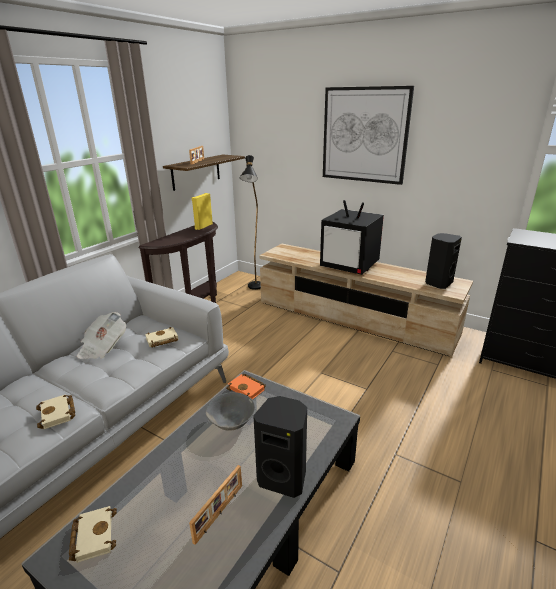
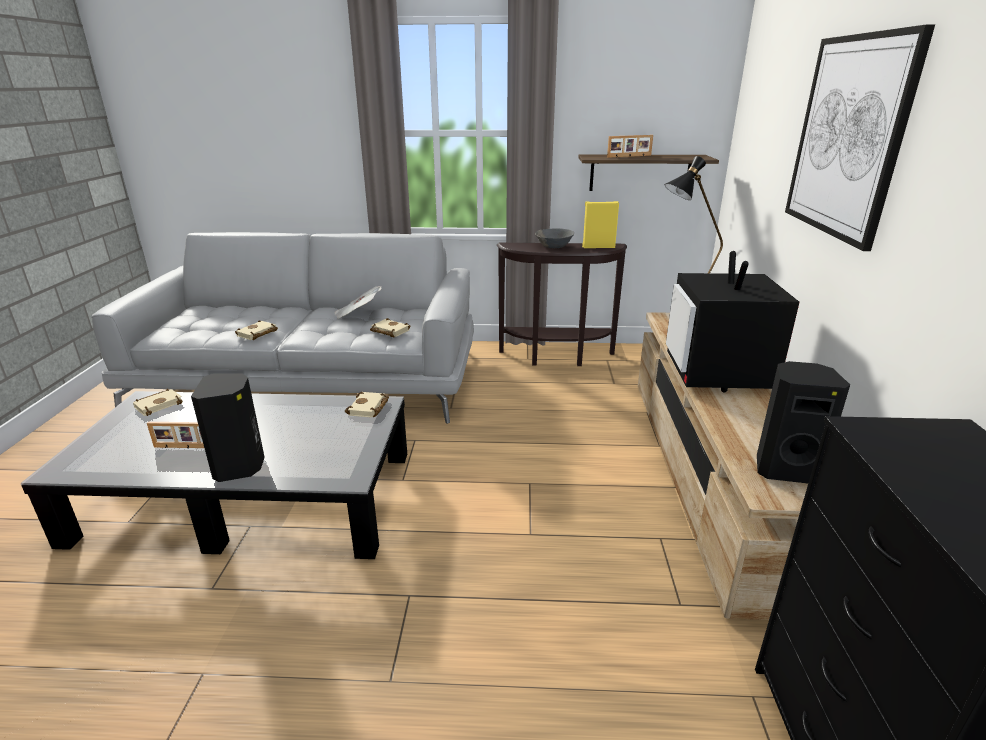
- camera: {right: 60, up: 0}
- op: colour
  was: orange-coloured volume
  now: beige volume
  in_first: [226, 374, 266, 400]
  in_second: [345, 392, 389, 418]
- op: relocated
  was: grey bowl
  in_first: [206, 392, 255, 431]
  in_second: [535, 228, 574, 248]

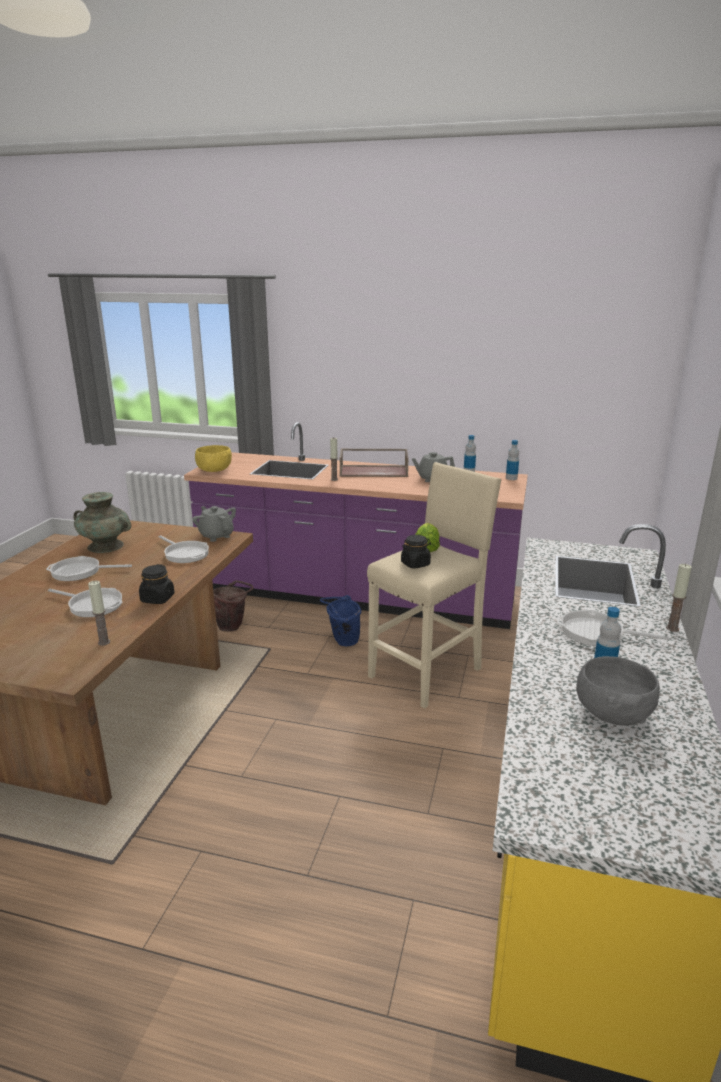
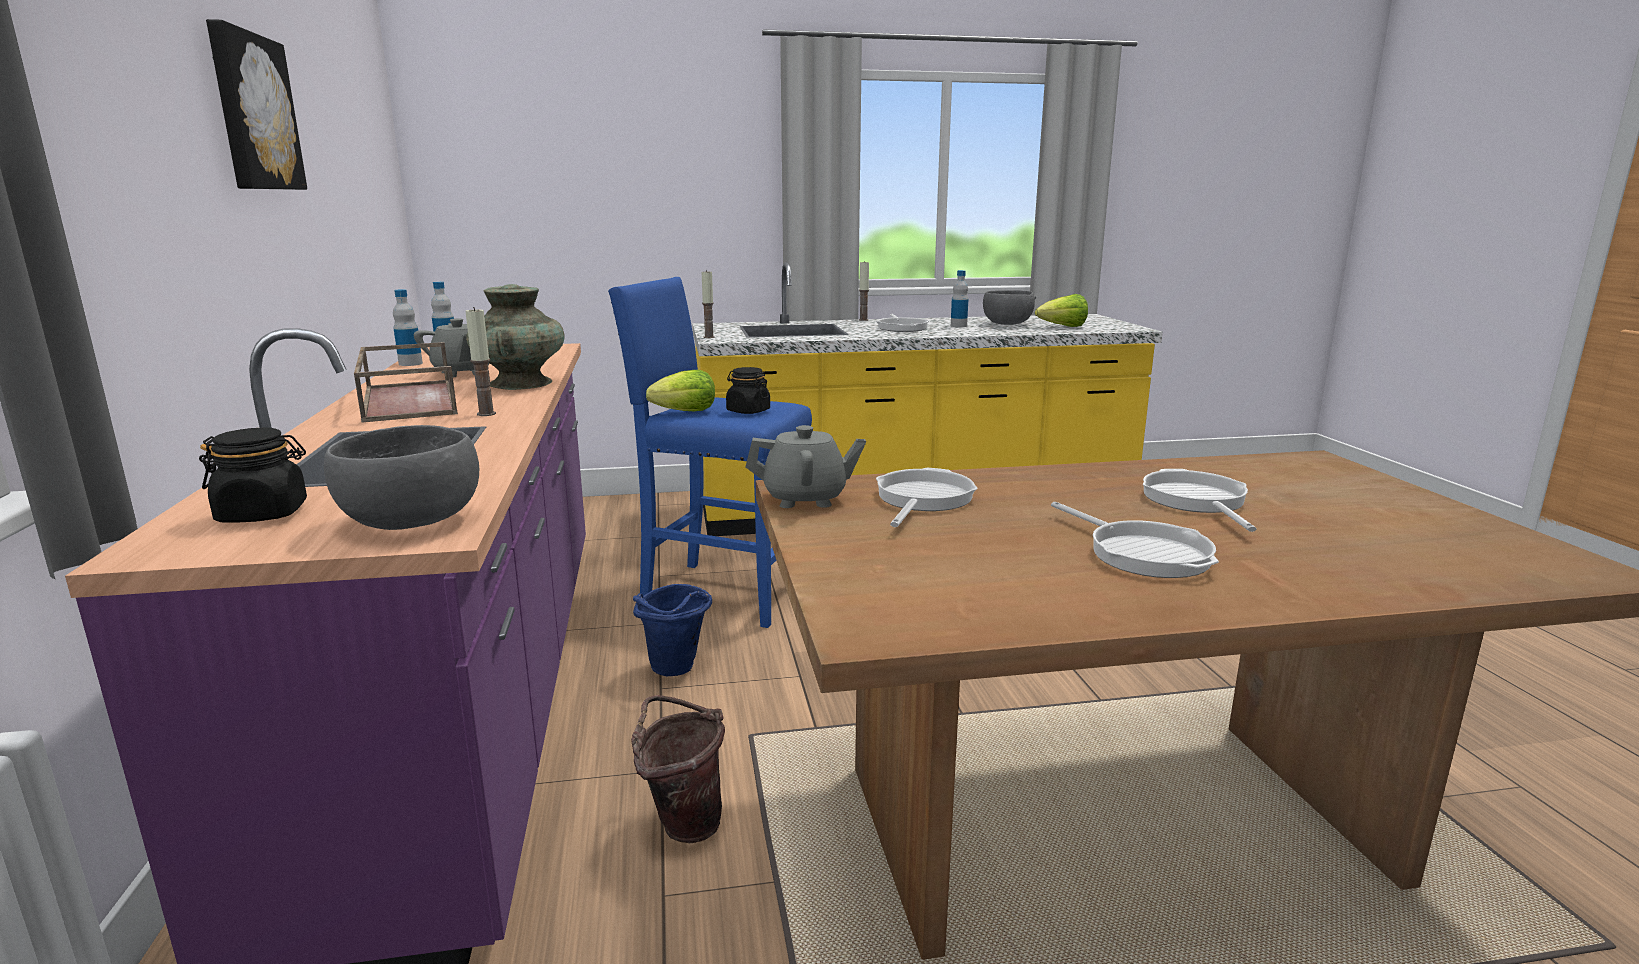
- camera: {right: -115, up: -5}
- op: colour
  was: yellowish bowl
  now: grey bowl
  in_first: [195, 445, 232, 472]
  in_second: [324, 425, 479, 530]
- op: colour
  was: beige sitting stool
  now: bluish sitting stool
  in_first: [367, 462, 501, 709]
  in_second: [608, 277, 812, 628]
- op: relocated
  was: blue-green flower vase
  in_first: [73, 492, 132, 553]
  in_second: [466, 284, 565, 390]
- op: spun
  was: grey pot for tea
  in_first: [192, 506, 236, 542]
  in_second: [746, 425, 866, 508]
  clockwise: -120
- op: relocated
  was: black storage jar
  in_first: [139, 564, 175, 604]
  in_second: [199, 428, 307, 523]
- op: relocated
  was: candle
  in_first: [88, 581, 110, 646]
  in_second: [702, 270, 715, 338]
- op: appeared
  now: picture
  in_second: [206, 19, 307, 190]
- op: appeared
  now: lettuce head
  in_second: [1035, 294, 1088, 327]

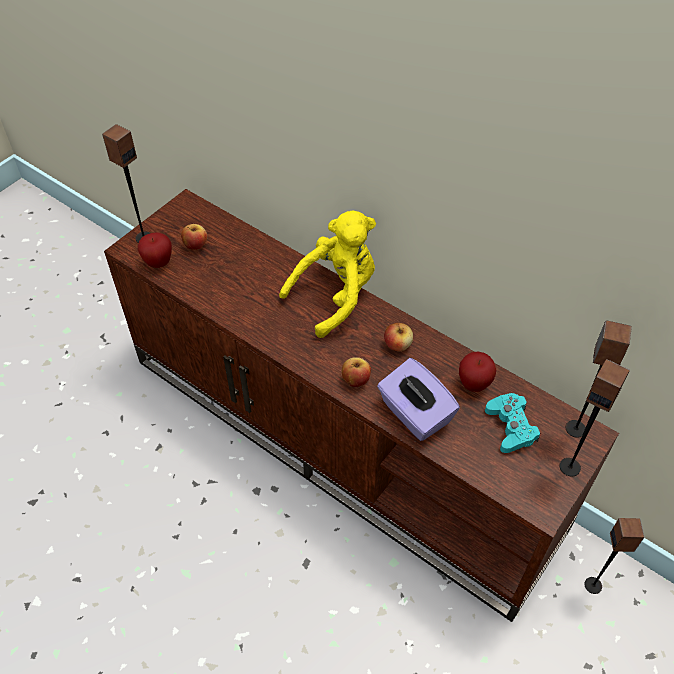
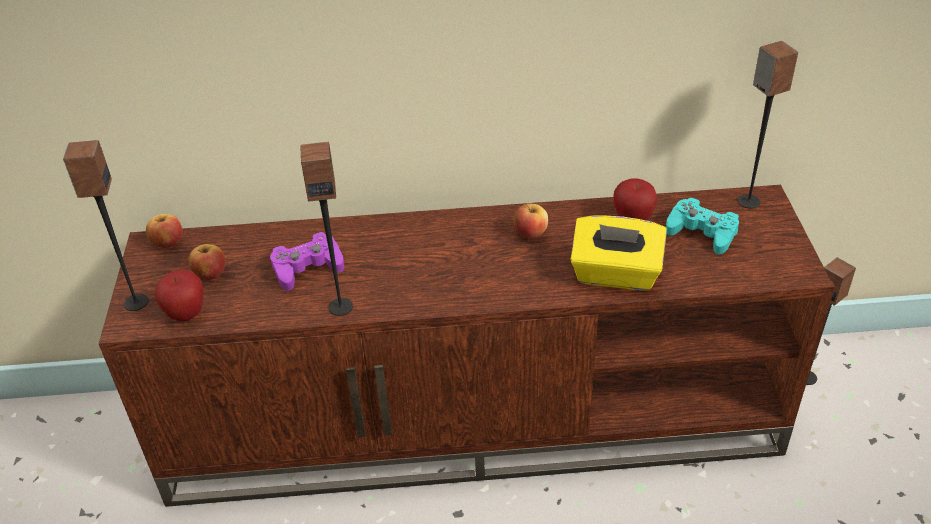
- camera: {right: -40, up: -10}
- op: missing
  was: yellowish soft toy
  in_first: [279, 210, 376, 338]
- op: relocated
  was: whole apple
  in_first: [342, 357, 371, 387]
  in_second: [146, 214, 182, 248]
- op: colour
  was: purplish tissue holder
  now: yellowish tissue holder
  in_first: [377, 358, 460, 441]
  in_second: [570, 216, 667, 291]
- op: relocated
  was: loudspeaker
  in_first: [559, 359, 630, 477]
  in_second: [300, 142, 353, 316]
- op: appeared
  now: purplish game controller
  in_second: [270, 232, 344, 291]

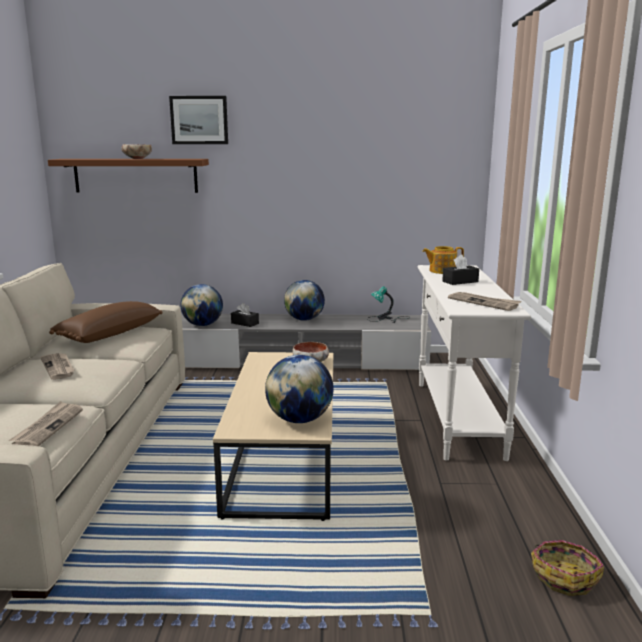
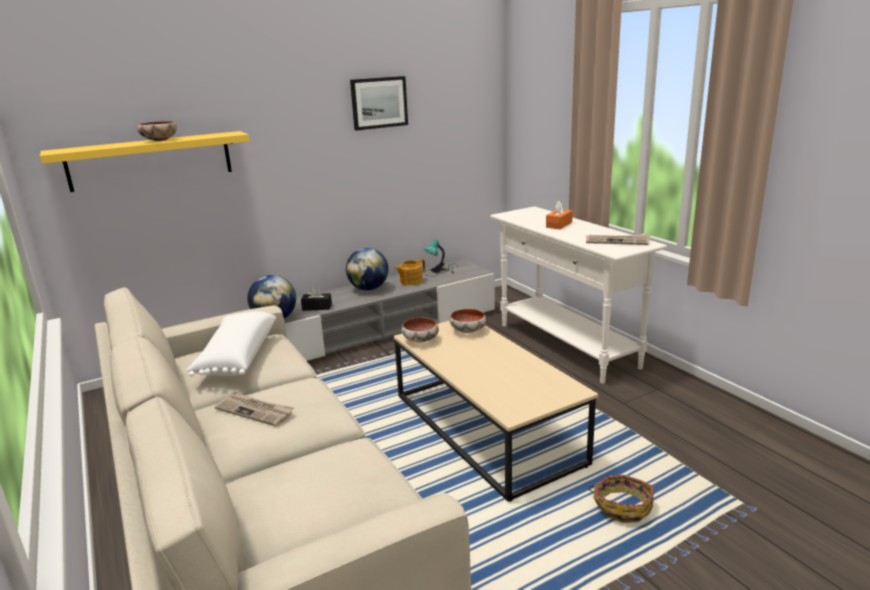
- camera: {right: -30, up: 5}
- op: relocated
  was: picture
  in_first: [169, 96, 228, 144]
  in_second: [350, 76, 408, 131]
- op: colour
  was: brown-coloured wall shelf
  now: yellowish wall shelf
  in_first: [48, 159, 209, 193]
  in_second: [40, 131, 250, 192]
- op: relocated
  was: pot for tea
  in_first: [422, 246, 464, 274]
  in_second: [395, 259, 425, 285]
- op: colour
  was: black tissue holder
  now: orange-coloured tissue holder
  in_first: [442, 255, 479, 285]
  in_second: [546, 201, 573, 229]
- op: colour
  was: brown-coloured pillow
  now: white pillow
  in_first: [49, 301, 163, 343]
  in_second: [186, 311, 276, 377]
- op: missing
  was: globe
  in_first: [265, 355, 334, 423]
- op: missing
  was: printed paper
  in_first: [9, 401, 83, 446]
- op: relocated
  was: storage basket
  in_first: [531, 540, 604, 596]
  in_second: [588, 475, 654, 523]
- op: appeared
  now: bowl
  in_second: [402, 317, 439, 342]

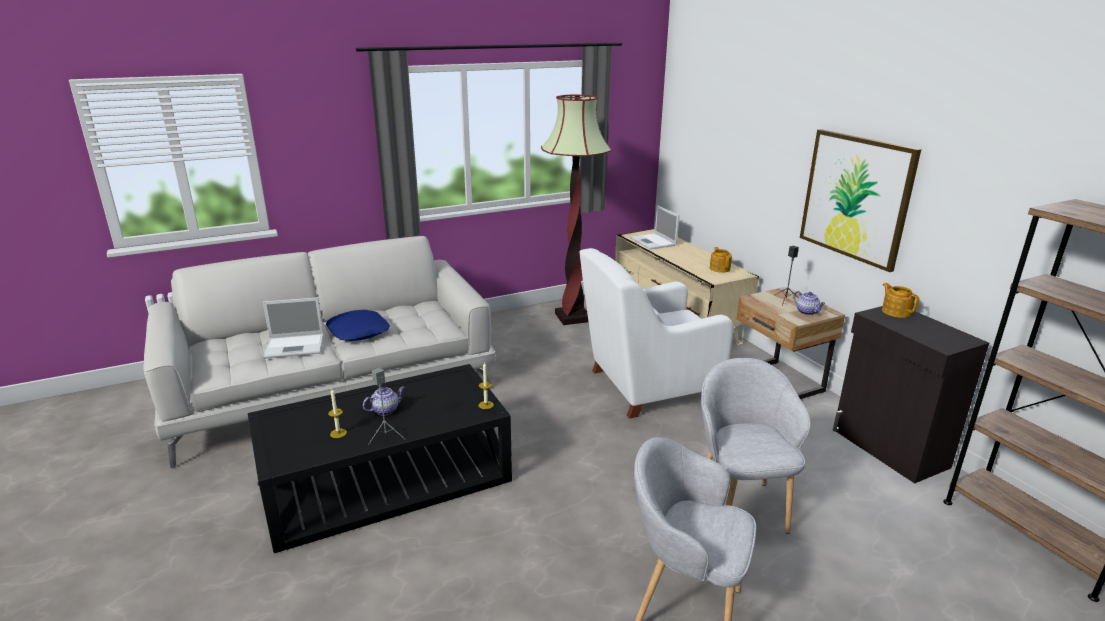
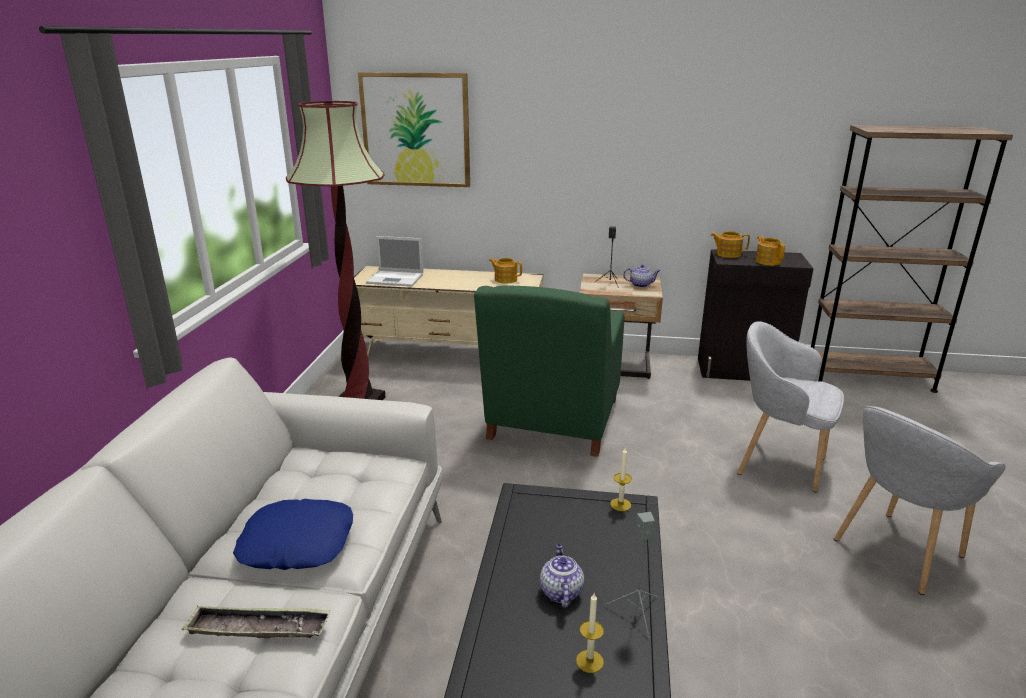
- camera: {right: -55, up: 0}
- op: relocated
  was: picture
  in_first: [800, 129, 921, 272]
  in_second: [358, 72, 470, 187]
- op: colour
  was: white easy chair
  now: green easy chair
  in_first: [579, 248, 733, 418]
  in_second: [474, 286, 624, 457]
- op: exchanged
  was: notebook computer
  now: carrying tray
  in_first: [263, 297, 324, 359]
  in_second: [182, 605, 331, 638]
- op: appeared
  now: pot for tea
  in_second: [755, 236, 785, 265]

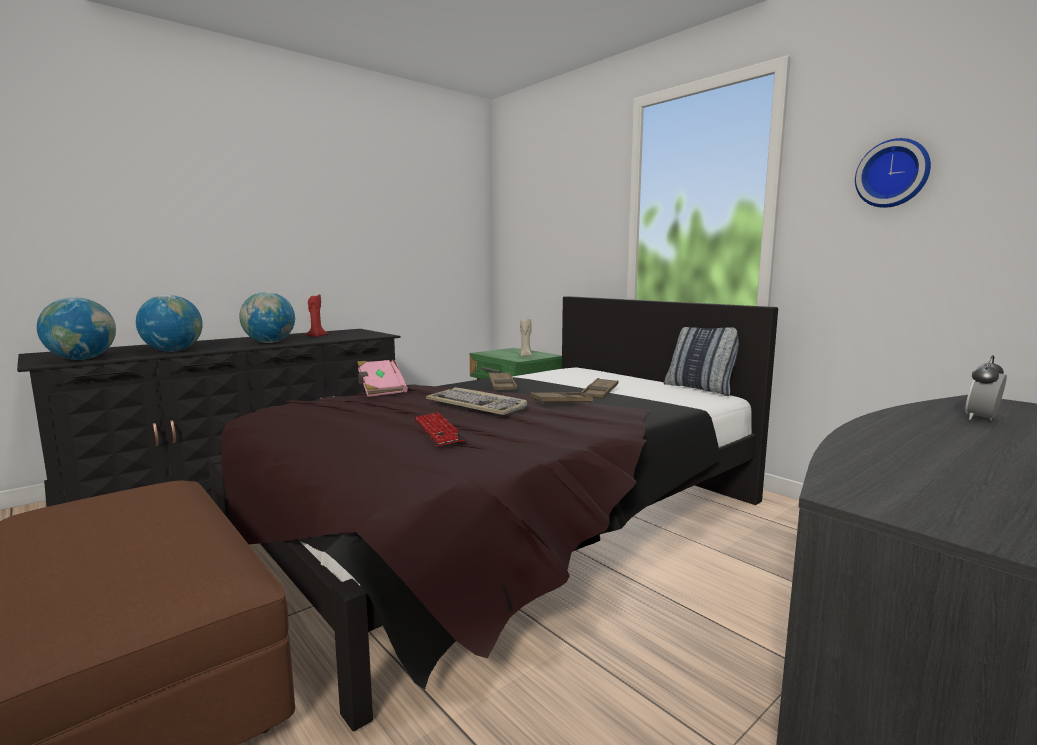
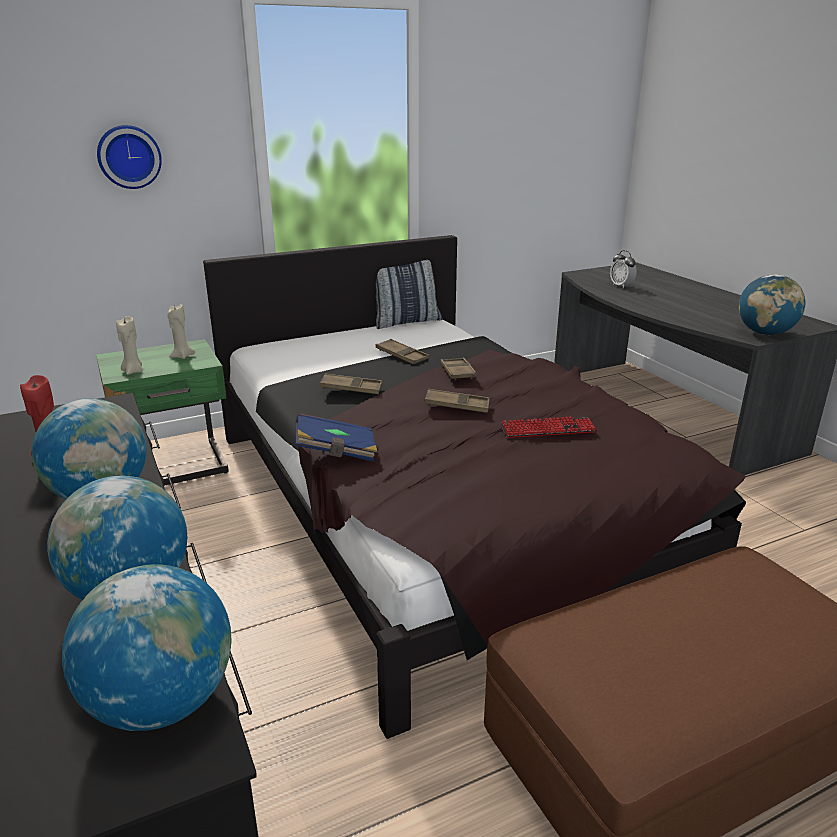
- camera: {right: -75, up: 15}
- op: relocated
  was: wall clock
  in_first: [855, 138, 931, 208]
  in_second: [97, 125, 162, 189]
- op: colour
  was: pink-coloured volume
  now: bluish volume
  in_first: [357, 360, 408, 397]
  in_second: [295, 413, 377, 462]
- op: exchanged
  was: keyboard
  now: brown-coloured carrying tray
  in_first: [426, 387, 527, 415]
  in_second: [424, 389, 490, 413]
- op: appeared
  now: globe
  in_second: [739, 274, 805, 335]
- op: appeared
  now: beige candle
  in_second: [116, 316, 143, 375]

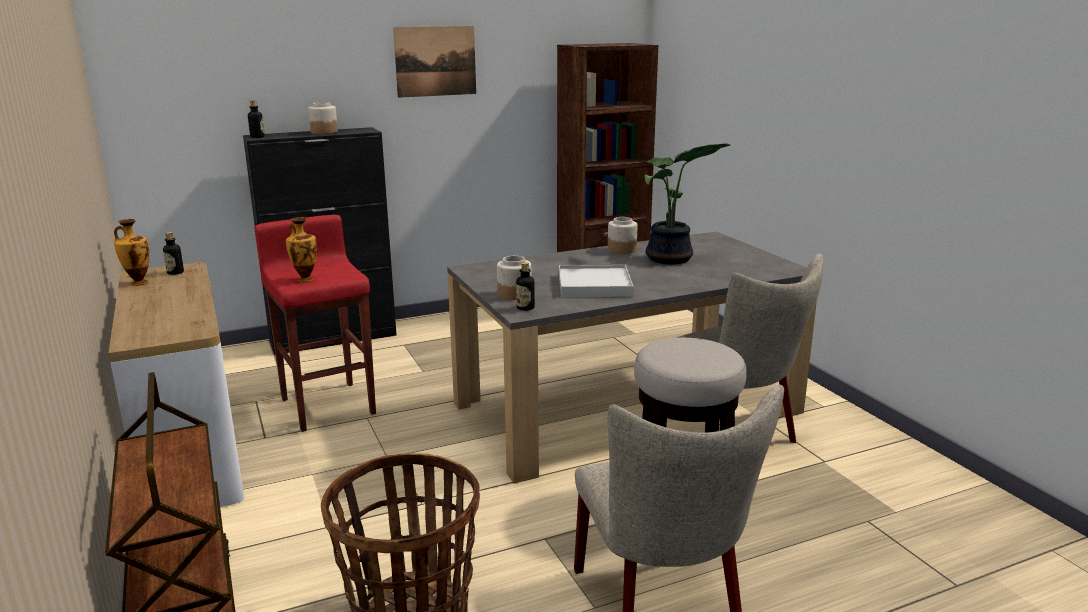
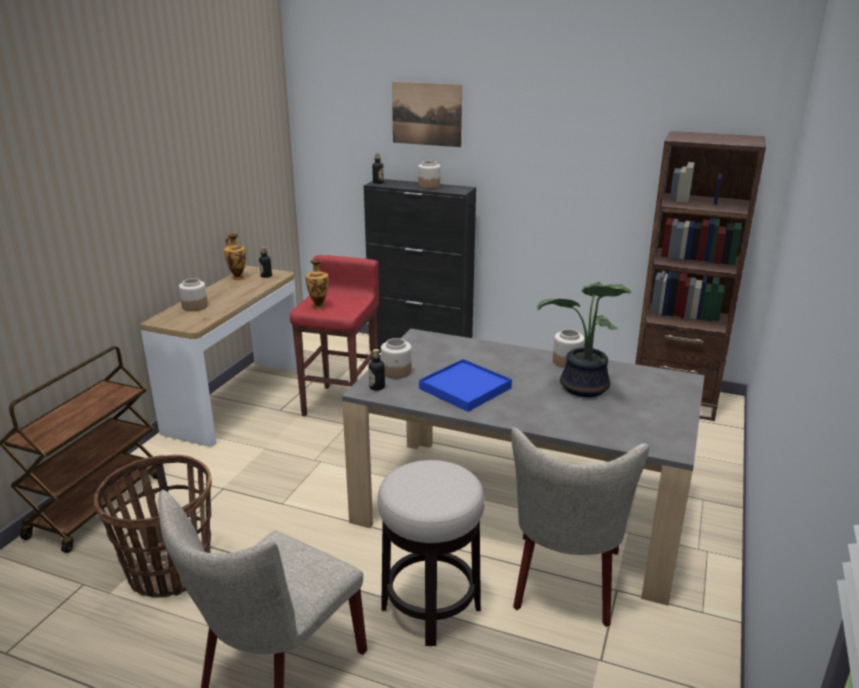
- camera: {right: 45, up: 5}
- op: relocated
  was: picture
  in_first: [393, 26, 476, 98]
  in_second: [392, 82, 462, 147]
- op: colour
  was: white carrying tray
  now: bluish carrying tray
  in_first: [559, 265, 633, 297]
  in_second: [419, 359, 512, 412]
- op: appeared
  now: storage jar
  in_second: [179, 278, 208, 311]

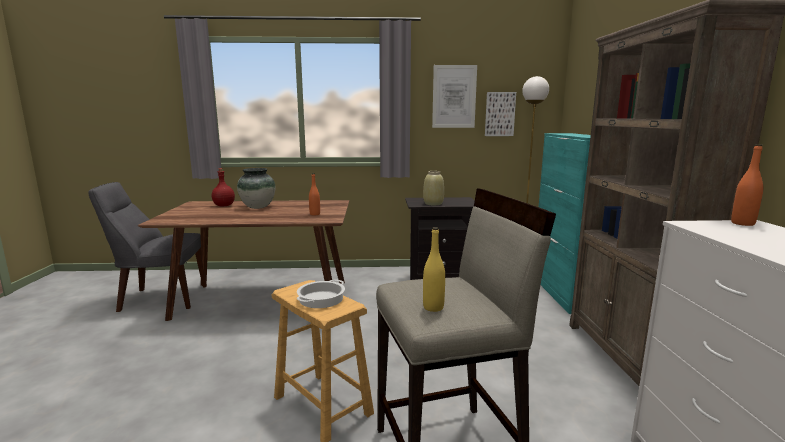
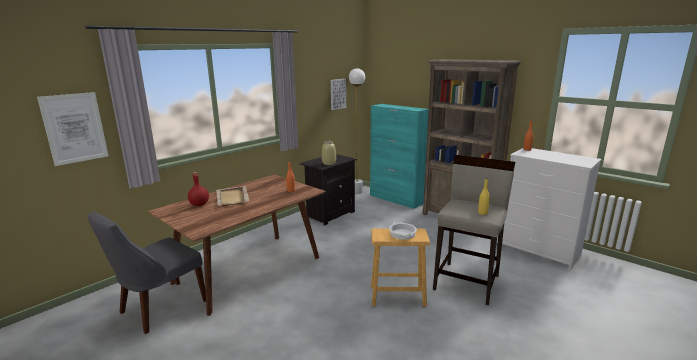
- camera: {right: -45, up: 5}
- op: relocated
  was: picture
  in_first: [432, 65, 477, 128]
  in_second: [37, 92, 108, 166]
- op: exchanged
  was: flower vase
  now: beige carrying tray
  in_first: [237, 168, 275, 209]
  in_second: [217, 186, 249, 206]

